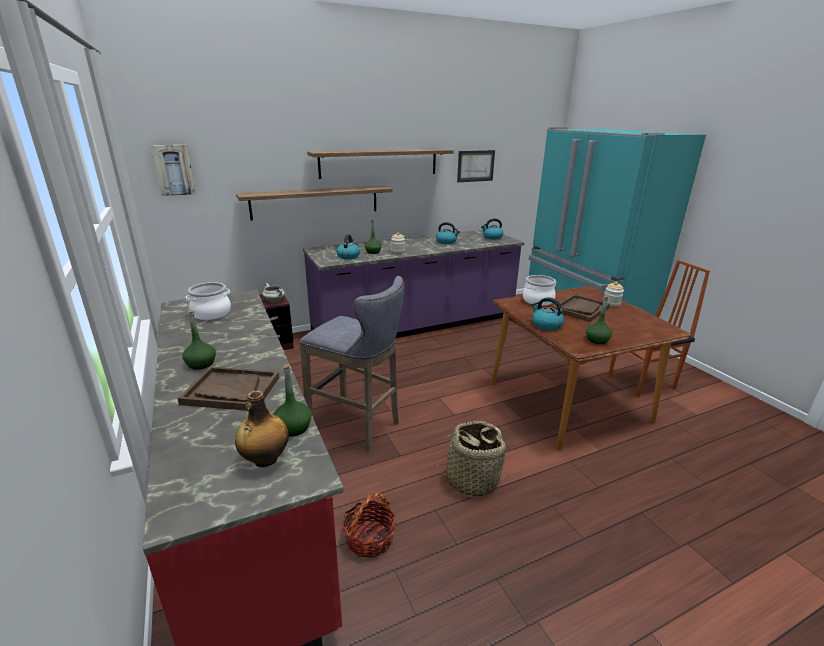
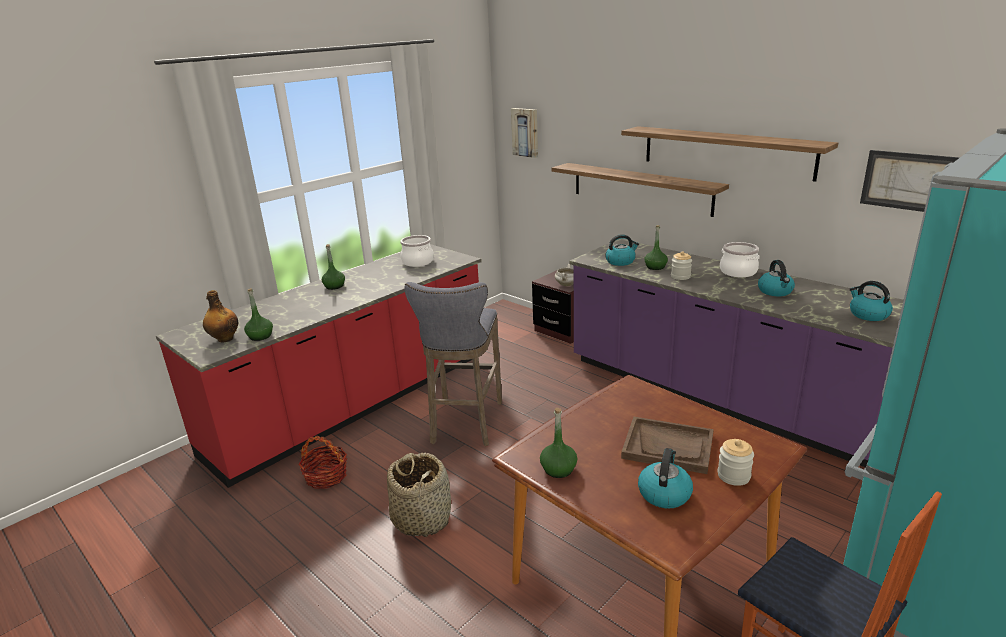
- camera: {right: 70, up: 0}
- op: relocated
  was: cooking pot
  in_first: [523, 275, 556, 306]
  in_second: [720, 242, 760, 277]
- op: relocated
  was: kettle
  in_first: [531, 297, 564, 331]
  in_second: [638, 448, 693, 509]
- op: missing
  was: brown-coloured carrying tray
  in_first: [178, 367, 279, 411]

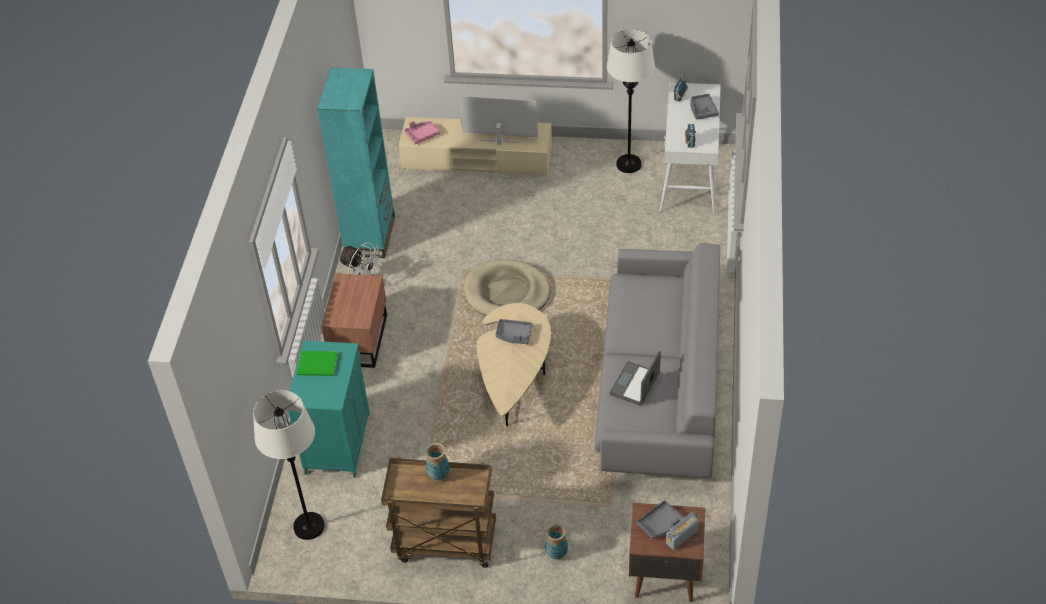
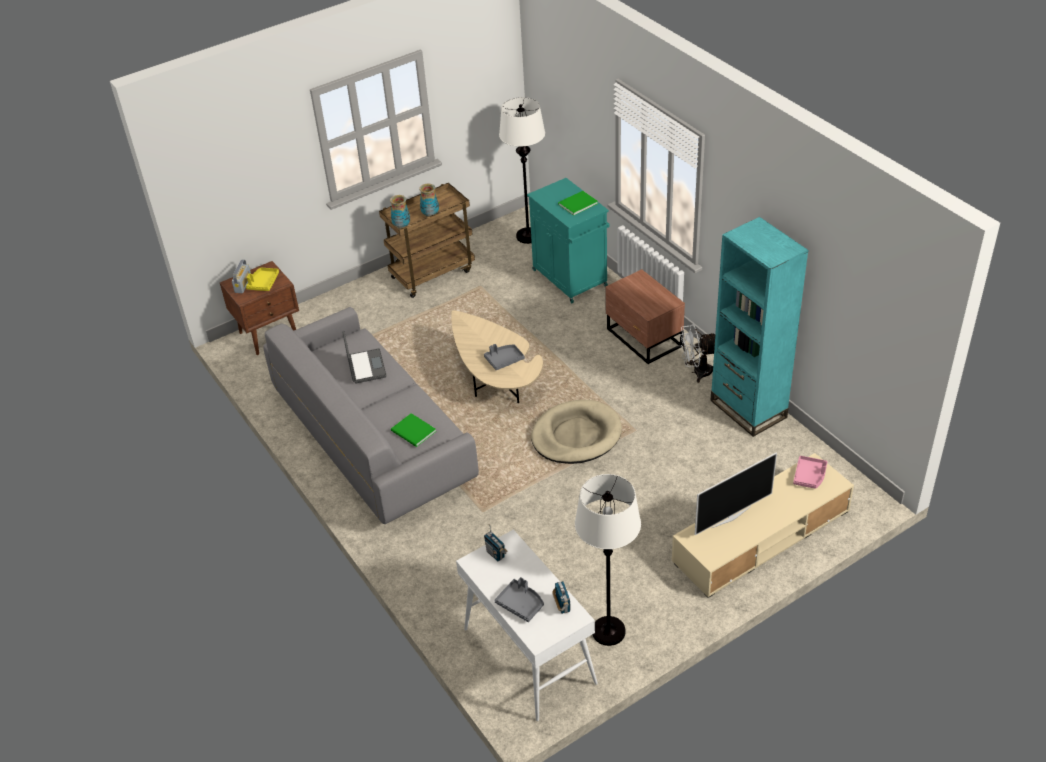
- camera: {right: 140, up: -5}
- op: colour
  was: grey carrying tray
  now: yellowish carrying tray
  in_first: [637, 500, 684, 539]
  in_second: [246, 268, 279, 291]
- op: relocated
  was: flower vase
  in_first: [545, 524, 568, 559]
  in_second: [390, 195, 410, 229]
- op: appeared
  now: green volume
  in_second: [391, 413, 436, 447]

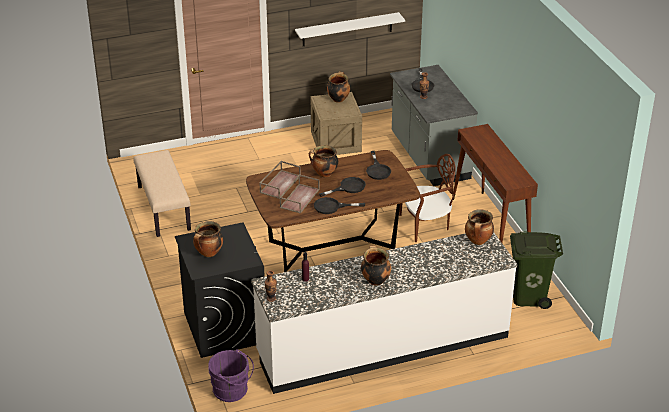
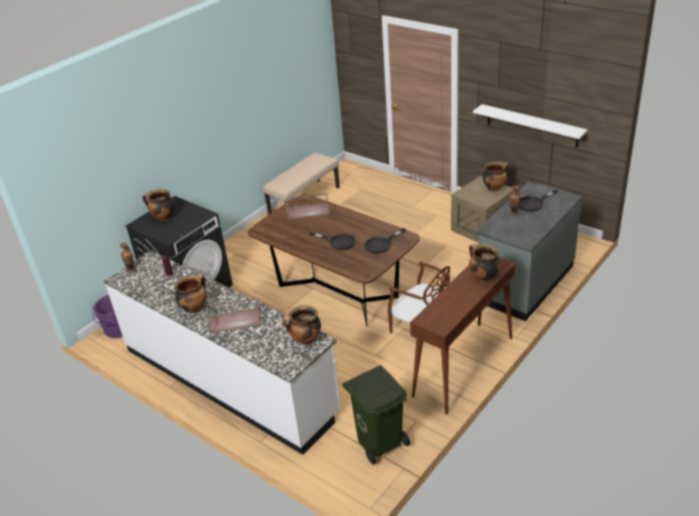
- camera: {right: 60, up: 0}
- op: relocated
  was: cooking pot
  in_first: [309, 145, 338, 177]
  in_second: [469, 244, 500, 282]
- op: relocated
  was: brown-coloured carrying tray
  in_first: [280, 174, 320, 214]
  in_second: [207, 298, 262, 333]
- op: missing
  was: black frying pan
  in_first: [314, 197, 365, 214]

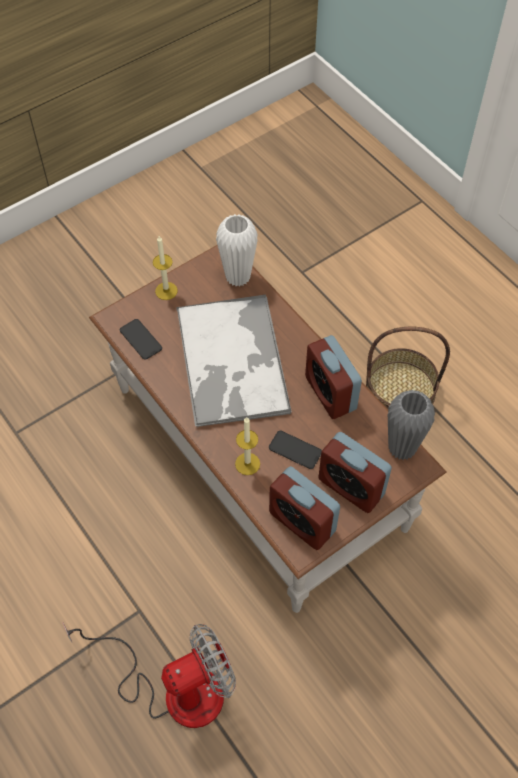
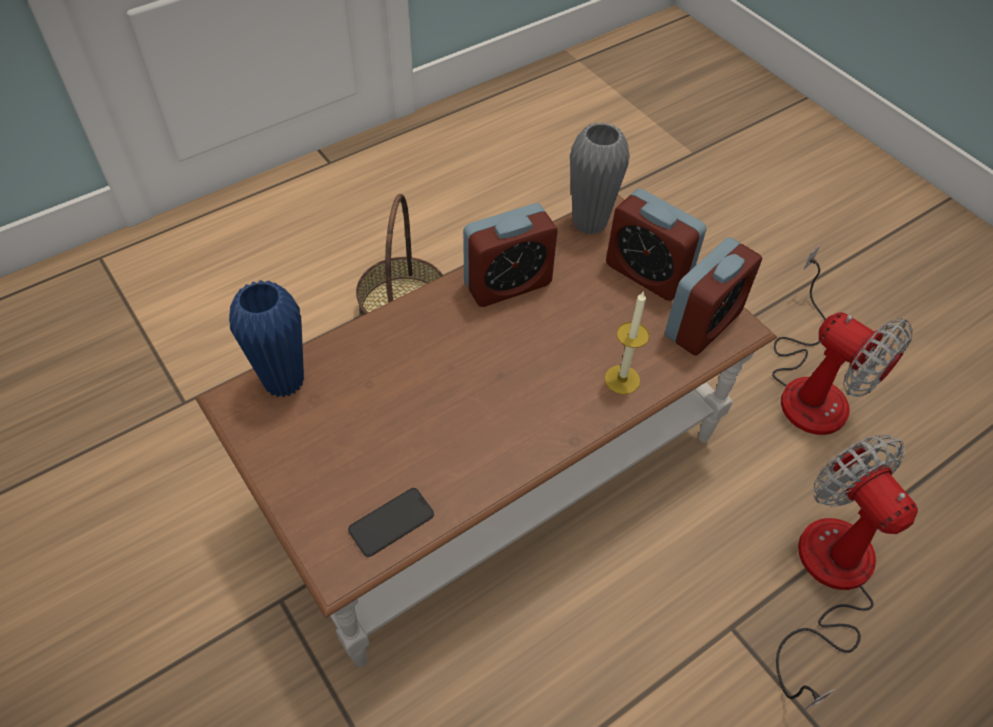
- camera: {right: -90, up: -5}
- op: colour
  was: white flower vase
  now: bluish flower vase
  in_first: [216, 214, 258, 287]
  in_second: [229, 280, 304, 398]
- op: missing
  was: candle
  in_first: [153, 236, 178, 300]
- op: missing
  was: carrying tray
  in_first: [176, 294, 292, 427]
- op: missing
  was: telephone
  in_first: [269, 430, 322, 469]
- op: spun
  was: table clock
  in_first: [318, 432, 392, 513]
  in_second: [606, 189, 707, 301]
  clockwise: 90
- op: appeared
  now: electric fan
  in_second: [772, 245, 913, 435]

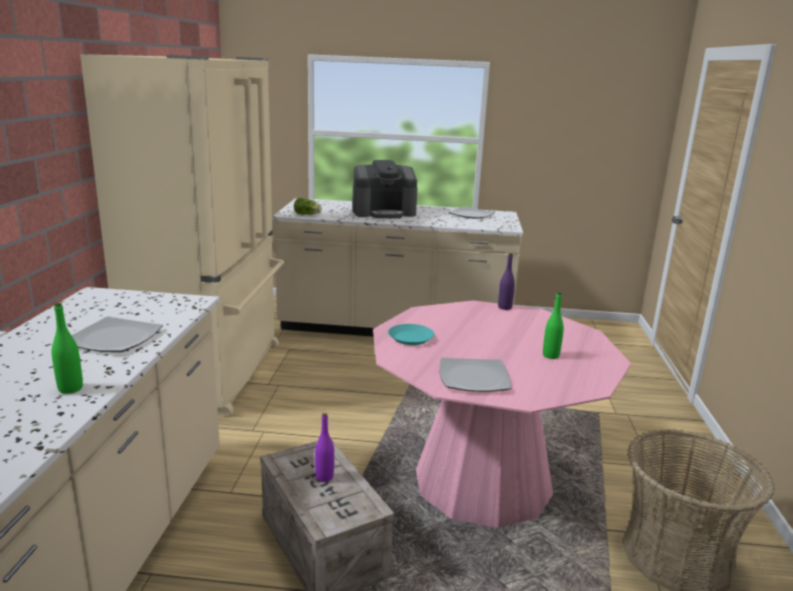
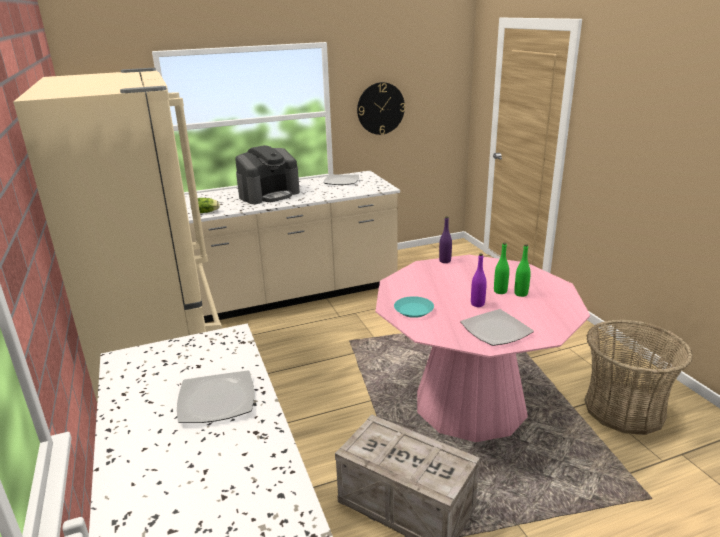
- camera: {right: -25, up: 5}
- op: relocated
  was: green drink bottle
  in_first: [52, 303, 83, 394]
  in_second: [494, 242, 509, 294]
- op: relocated
  was: purplish drink bottle
  in_first: [315, 413, 334, 482]
  in_second: [471, 254, 487, 307]
- op: appeared
  now: wall clock
  in_second: [357, 82, 405, 135]

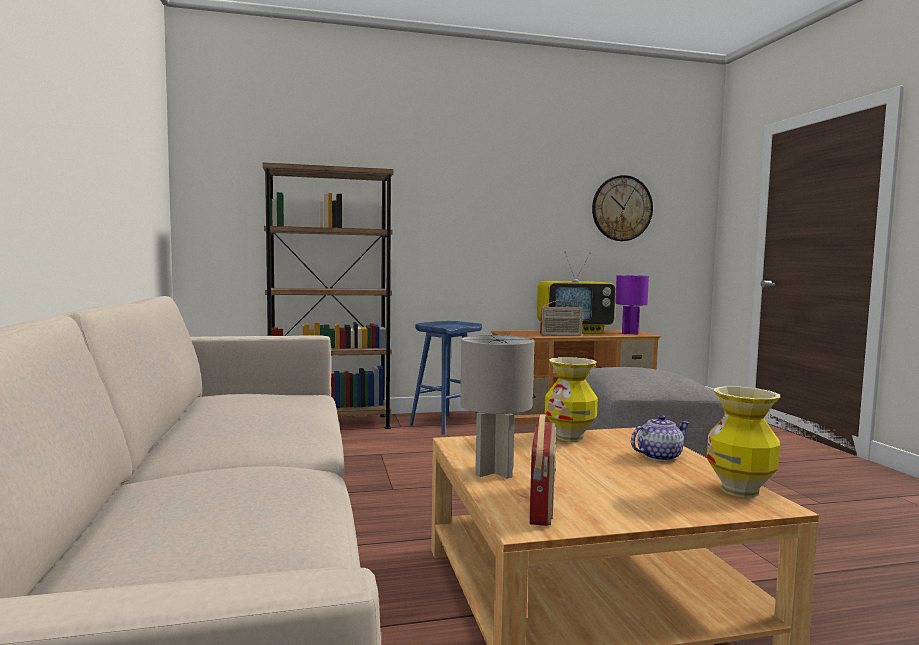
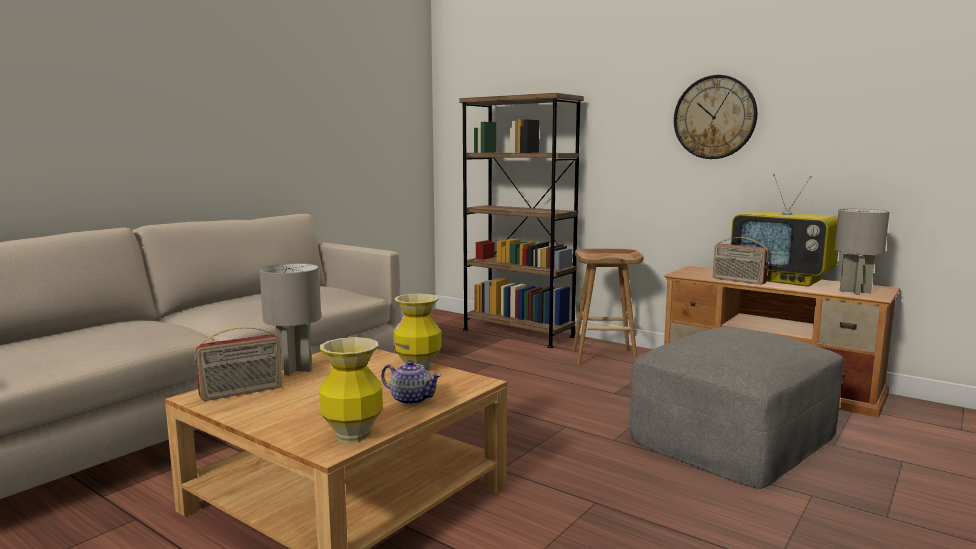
- camera: {right: 50, up: 5}
- op: relocated
  was: wall clock
  in_first: [592, 175, 653, 241]
  in_second: [674, 75, 757, 159]
- op: colour
  was: purplish table lamp
  now: grey table lamp
  in_first: [615, 275, 649, 335]
  in_second: [835, 209, 889, 295]
- op: colour
  was: bluish sitting stool
  now: brown-coloured sitting stool
  in_first: [410, 321, 482, 435]
  in_second: [573, 249, 644, 364]

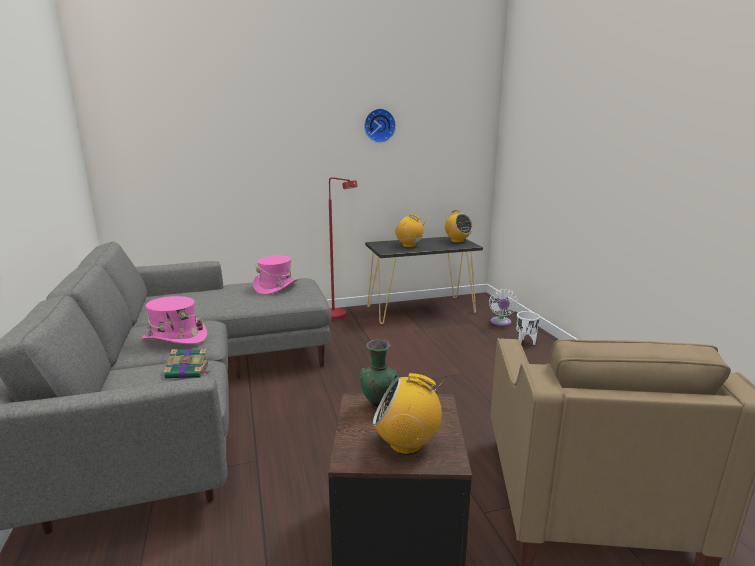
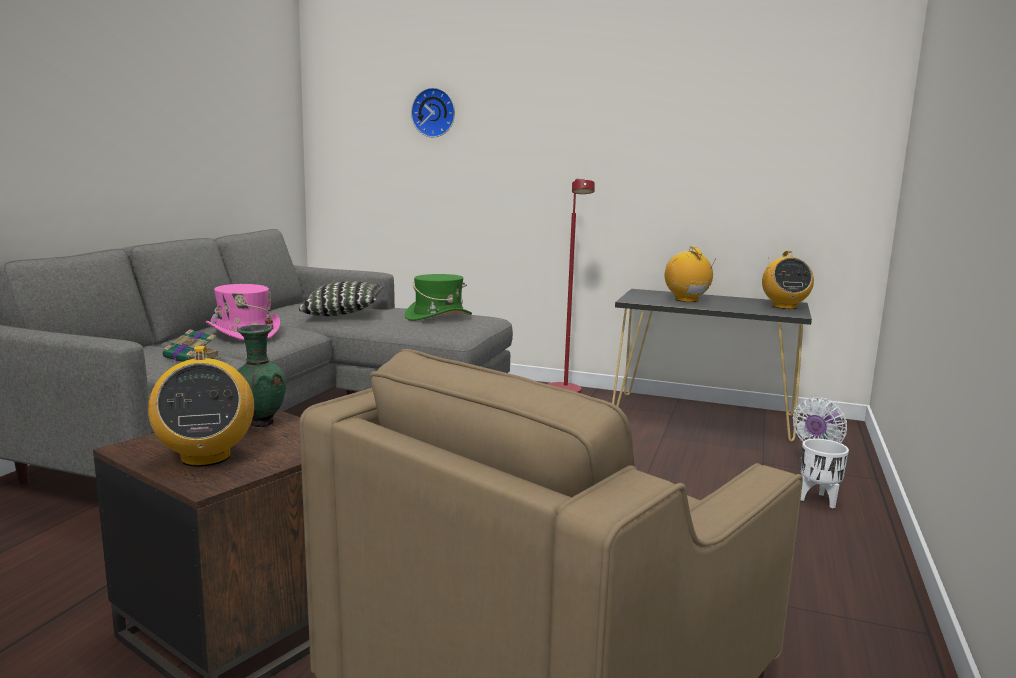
- camera: {right: 35, up: -5}
- op: relocated
  was: wall clock
  in_first: [364, 108, 396, 143]
  in_second: [411, 88, 455, 137]
- op: colour
  was: pink-coloured clothing hat
  now: green clothing hat
  in_first: [253, 255, 298, 295]
  in_second: [405, 274, 472, 321]
- op: spun
  was: radio receiver
  in_first: [373, 373, 445, 455]
  in_second: [148, 346, 254, 467]
  clockwise: -150
- op: appeared
  now: pillow
  in_second: [299, 281, 384, 316]

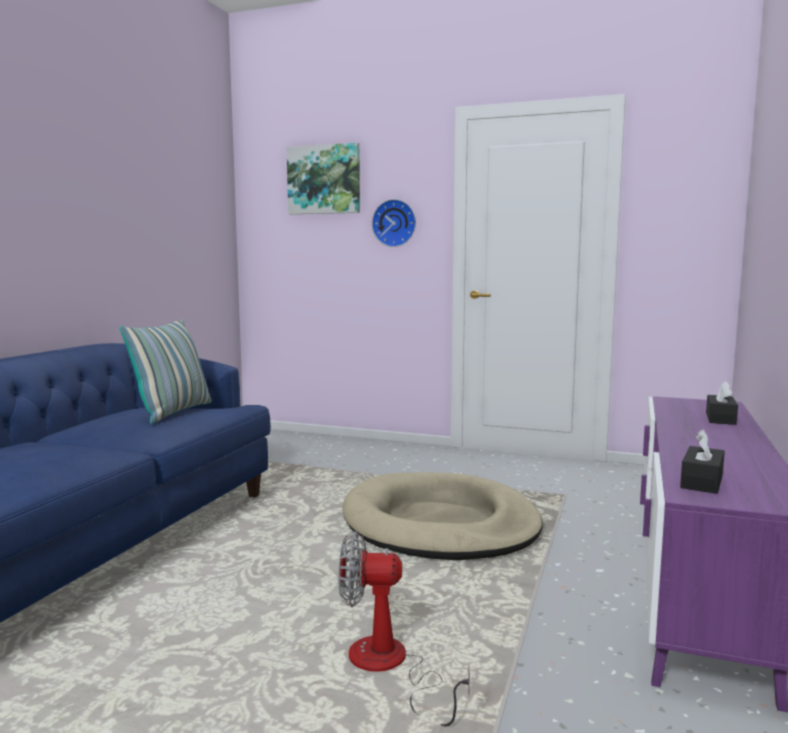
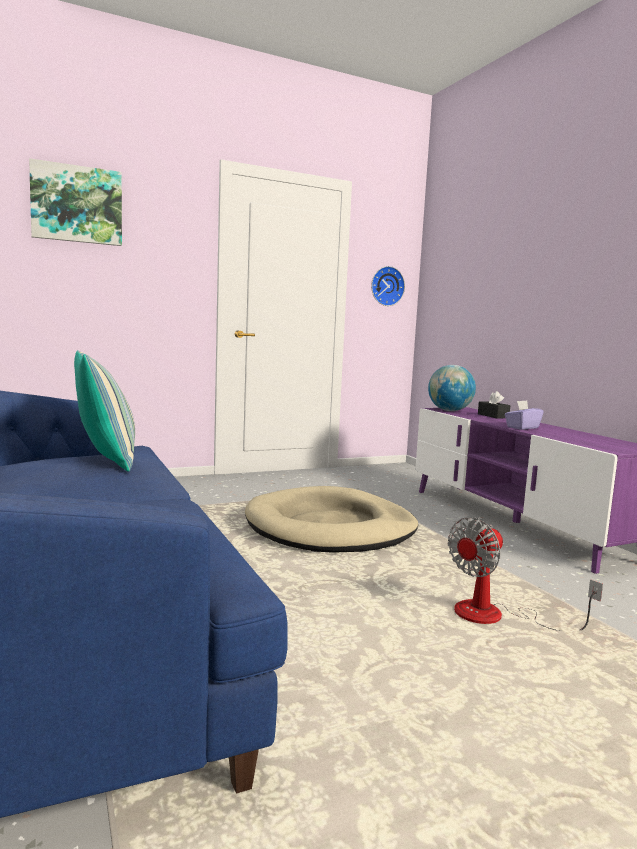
- camera: {right: -45, up: 0}
- op: relocated
  was: wall clock
  in_first: [372, 199, 416, 247]
  in_second: [371, 266, 405, 306]
- op: missing
  was: black tissue holder
  in_first: [680, 429, 725, 494]
- op: appeared
  now: globe
  in_second: [428, 365, 476, 411]
- op: appeared
  now: purplish tissue holder
  in_second: [505, 400, 543, 430]

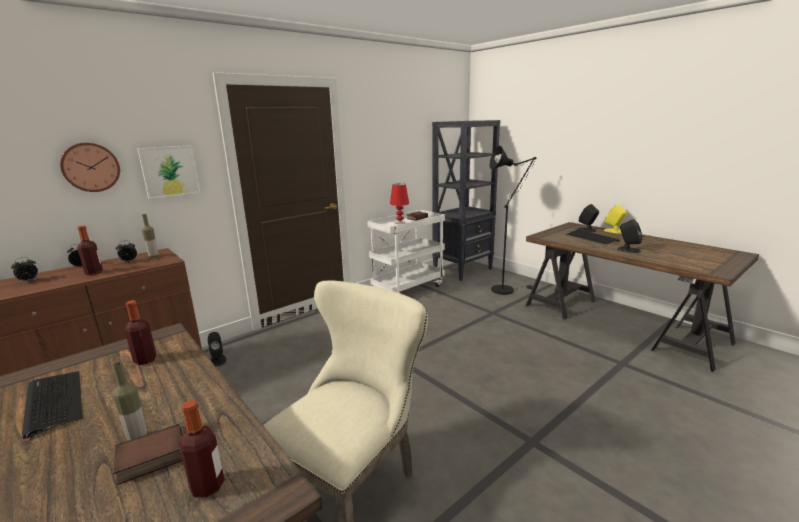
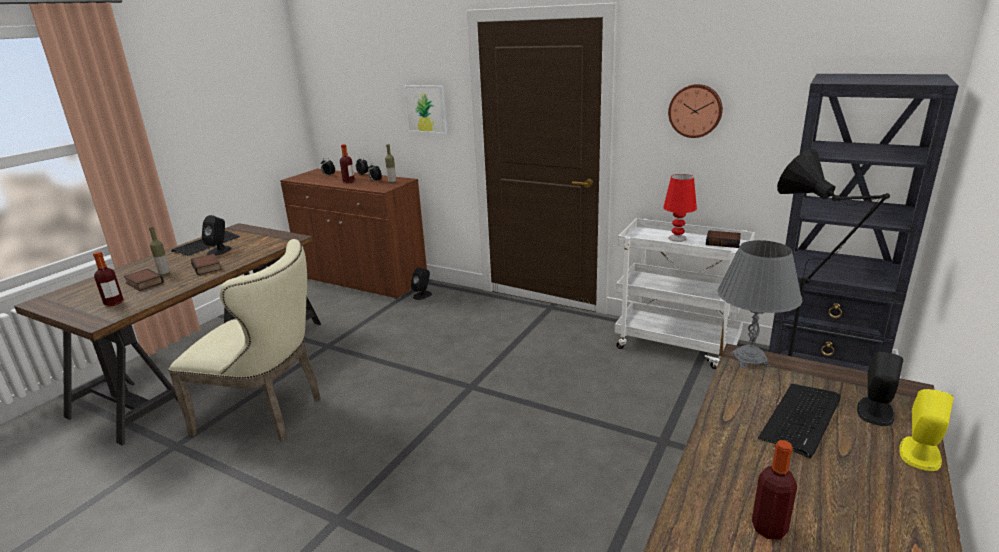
- camera: {right: 70, up: 5}
- op: relocated
  was: wall clock
  in_first: [60, 143, 120, 192]
  in_second: [668, 84, 723, 138]
- op: relocated
  was: black loudspeaker
  in_first: [618, 219, 643, 253]
  in_second: [202, 215, 231, 256]
- op: relocated
  was: drink bottle
  in_first: [125, 300, 157, 365]
  in_second: [752, 440, 797, 540]
- op: appeared
  now: grey table lamp
  in_second: [717, 240, 802, 368]
- op: appeared
  now: volume
  in_second: [191, 254, 222, 275]

